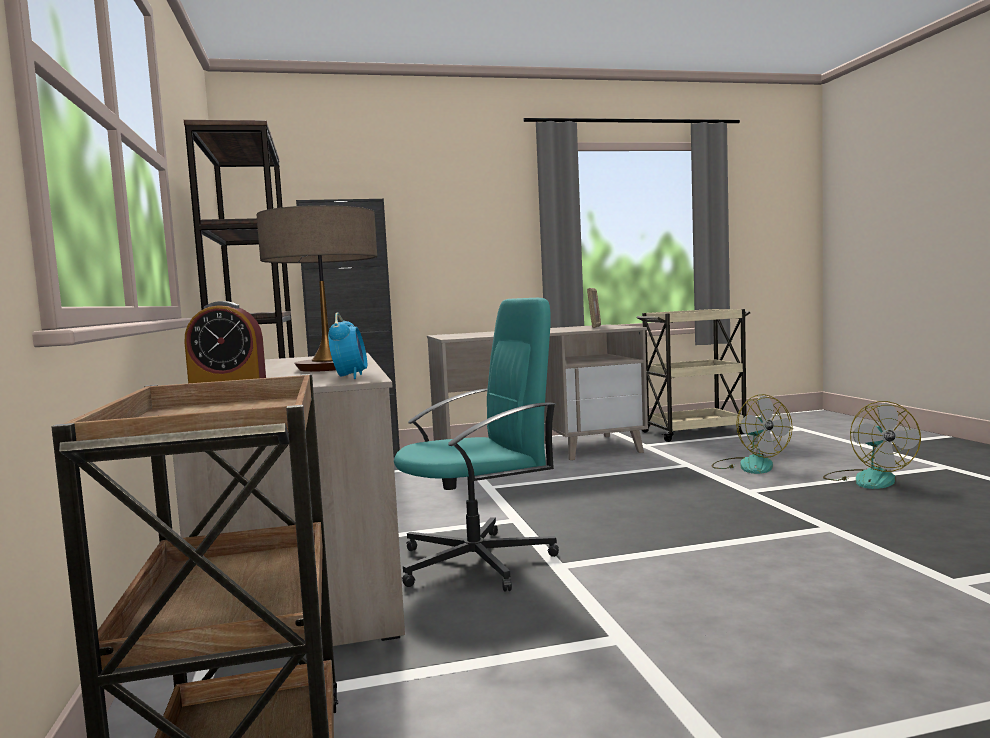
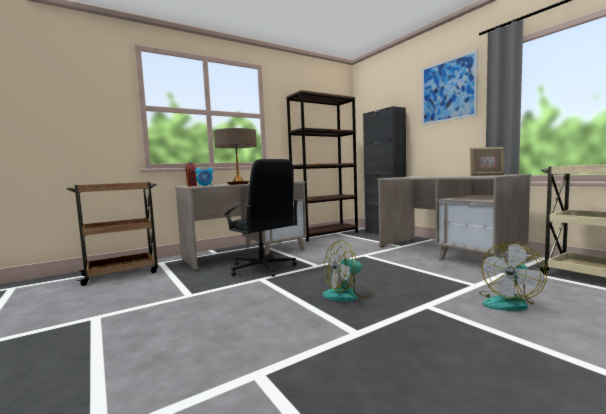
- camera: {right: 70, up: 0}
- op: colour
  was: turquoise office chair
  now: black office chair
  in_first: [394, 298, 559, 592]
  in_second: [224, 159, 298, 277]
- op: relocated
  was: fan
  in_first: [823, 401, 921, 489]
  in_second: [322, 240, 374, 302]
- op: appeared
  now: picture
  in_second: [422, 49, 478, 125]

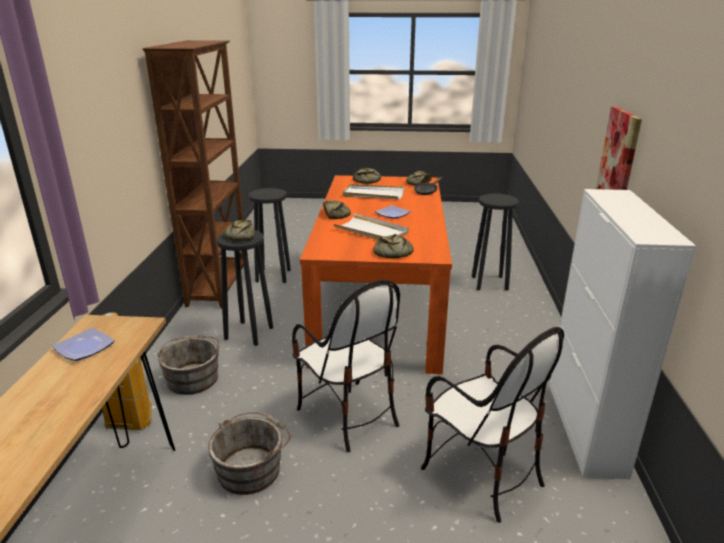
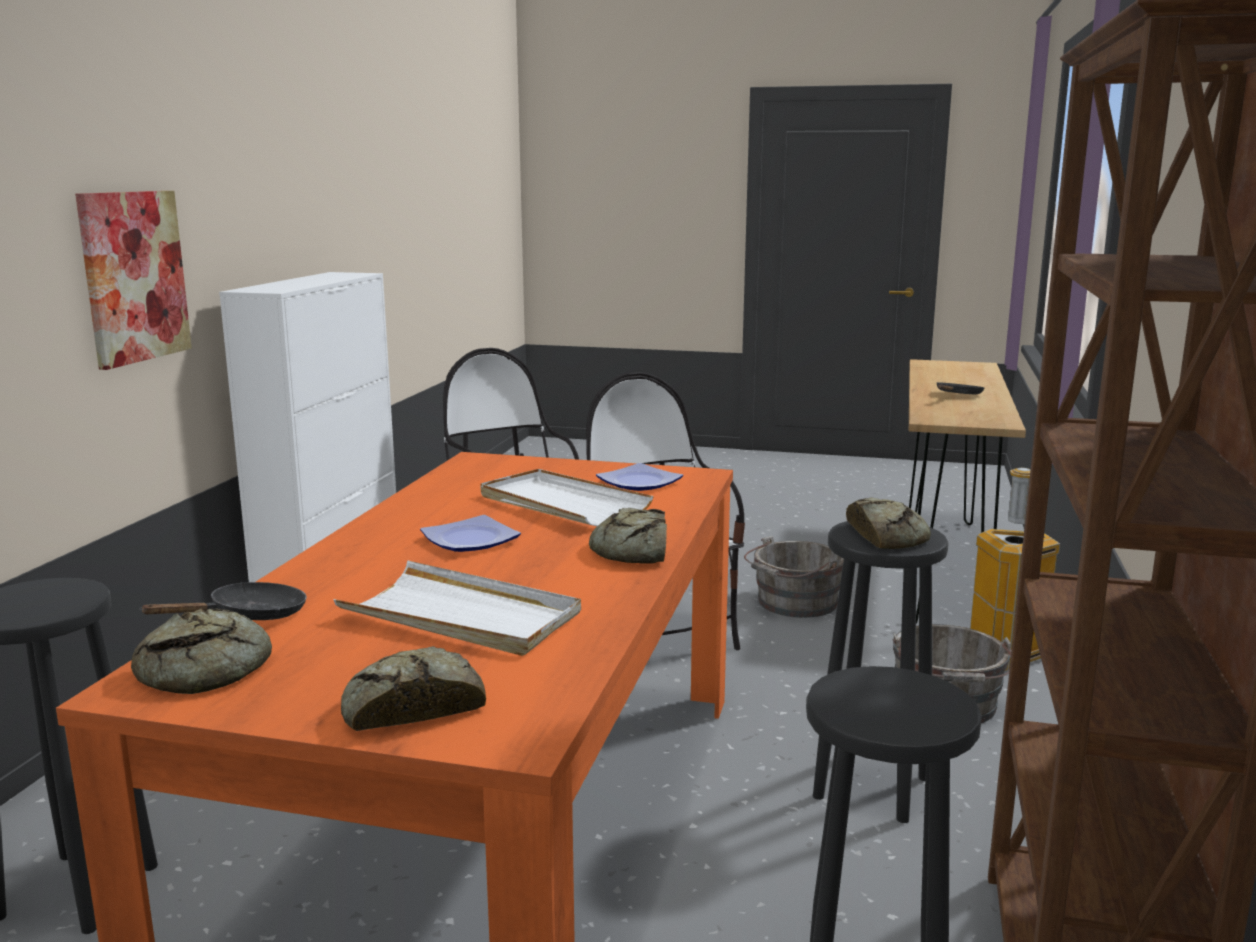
- camera: {right: -170, up: -10}
- op: relocated
  was: plate
  in_first: [52, 328, 115, 361]
  in_second: [596, 463, 683, 491]
- op: missing
  was: bread
  in_first: [373, 234, 414, 258]
- op: appeared
  now: black frying pan
  in_second: [937, 382, 985, 394]

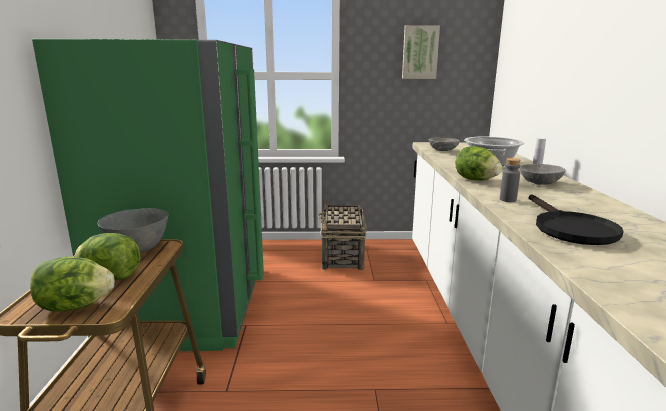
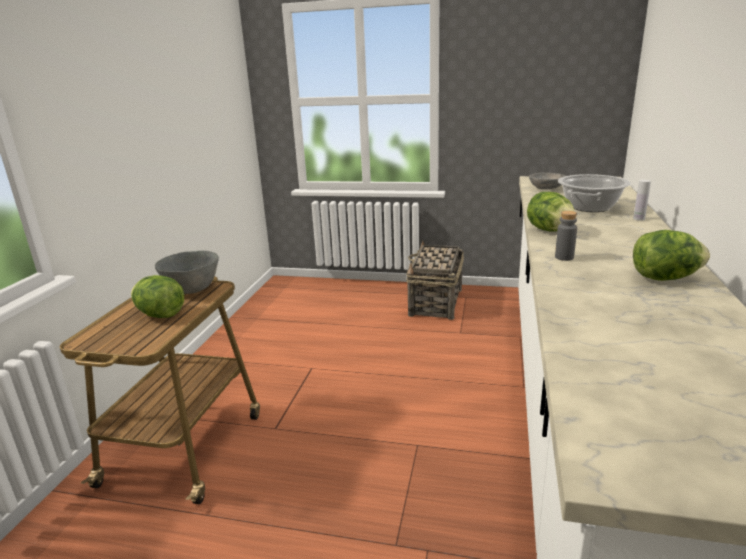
- camera: {right: 15, up: 5}
- op: relocated
  was: lettuce
  in_first: [30, 256, 115, 312]
  in_second: [633, 230, 710, 281]
- op: missing
  was: green fridge
  in_first: [32, 39, 264, 351]
- op: missing
  was: picture
  in_first: [402, 25, 440, 79]
- op: missing
  was: grey bowl
  in_first: [520, 164, 566, 185]
- op: missing
  was: black frying pan
  in_first: [529, 194, 624, 245]

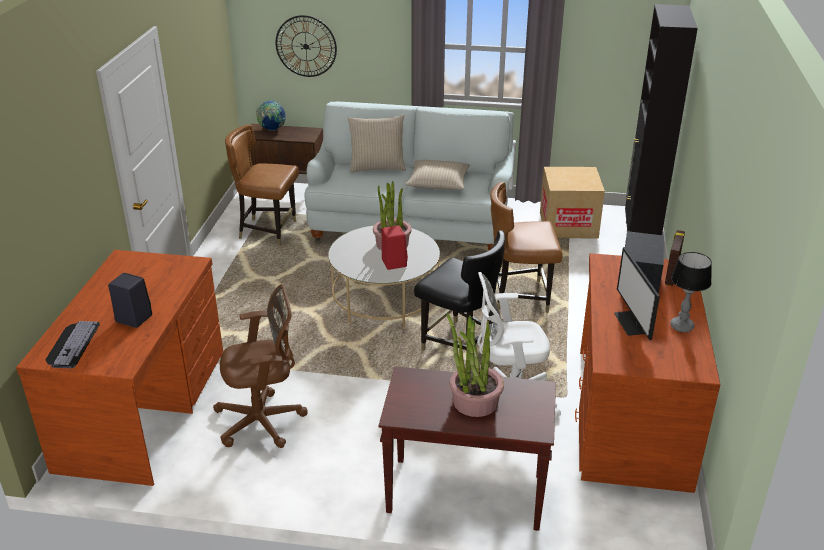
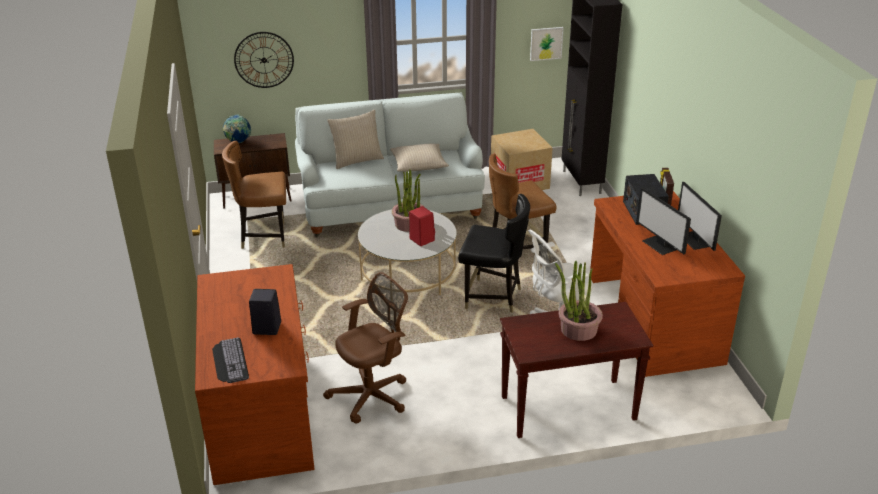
- camera: {right: -20, up: 0}
- op: exchanged
  was: table lamp
  now: monitor
  in_first: [670, 252, 712, 332]
  in_second: [678, 182, 722, 251]
- op: appeared
  now: picture
  in_second: [530, 27, 564, 61]

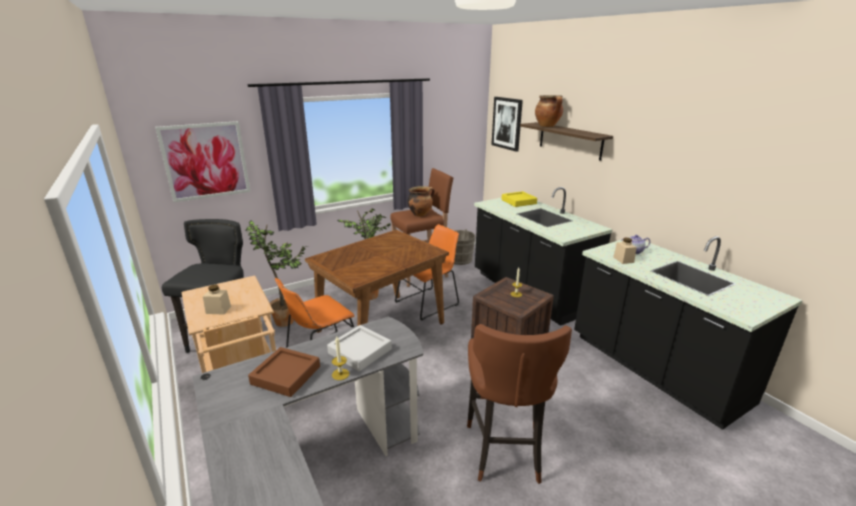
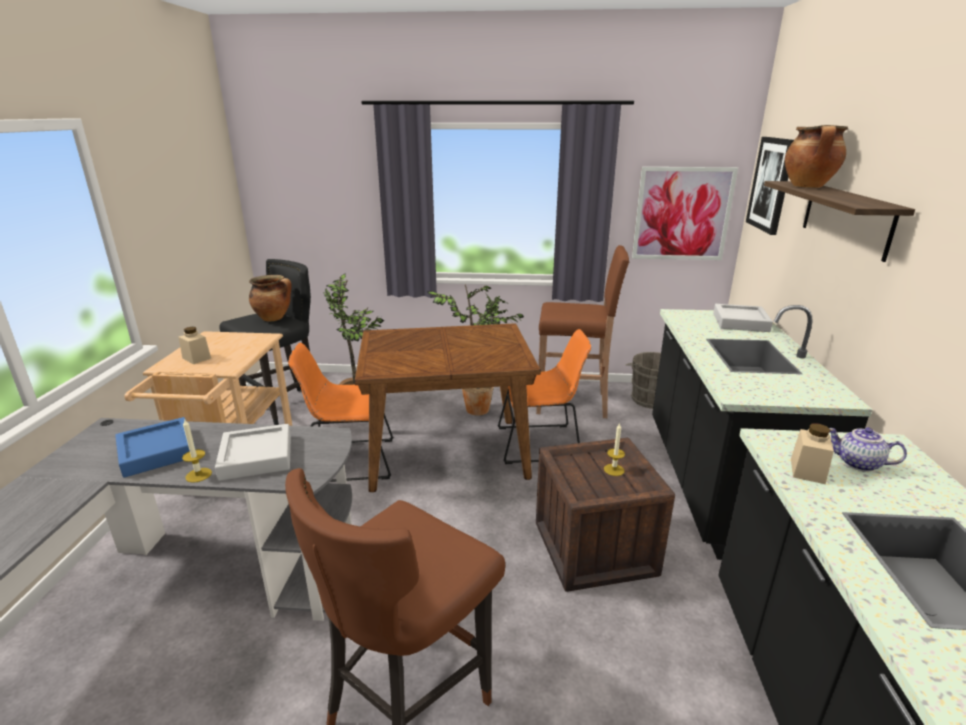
- camera: {right: 35, up: 0}
- op: relocated
  was: picture
  in_first: [155, 121, 250, 202]
  in_second: [632, 167, 738, 260]
- op: colour
  was: brown tray
  now: blue tray
  in_first: [248, 347, 320, 397]
  in_second: [115, 417, 196, 478]
- op: relocated
  was: cooking pot
  in_first: [407, 186, 435, 216]
  in_second: [249, 275, 292, 321]
- op: colour
  was: yellow tray
  now: grey tray
  in_first: [502, 191, 537, 207]
  in_second: [713, 304, 773, 332]

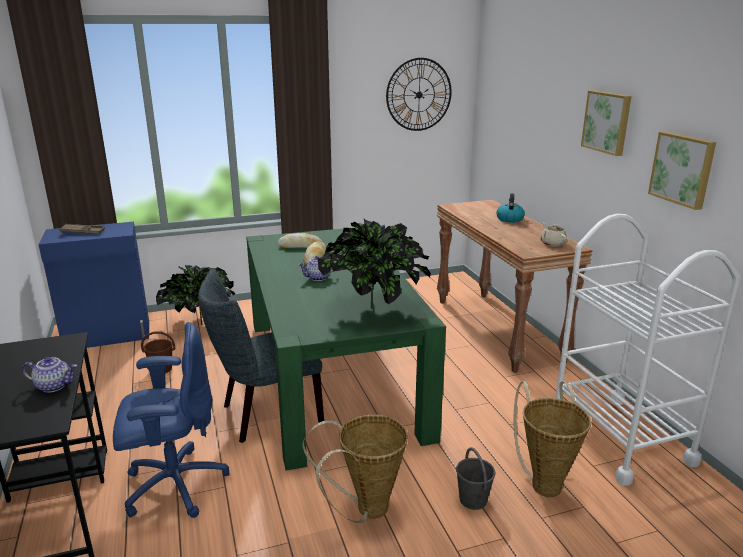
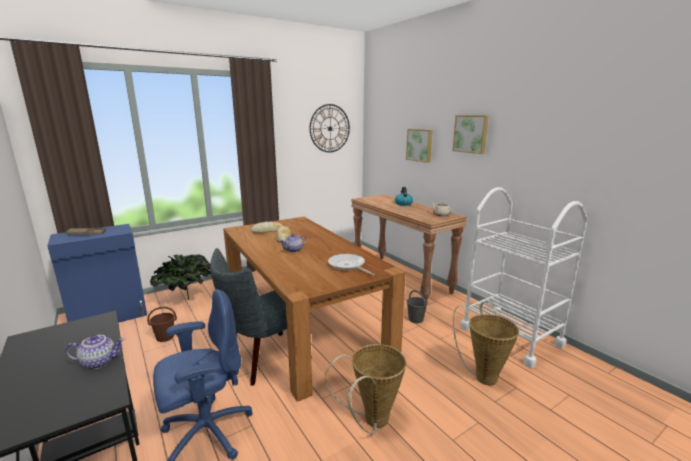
- camera: {right: -15, up: -5}
- op: colour
  was: green dining table
  now: brown dining table
  in_first: [246, 227, 446, 471]
  in_second: [223, 217, 406, 402]
- op: exchanged
  was: potted plant
  now: frying pan
  in_first: [318, 219, 431, 309]
  in_second: [328, 254, 374, 275]
- op: relocated
  was: grey bucket
  in_first: [456, 447, 495, 510]
  in_second: [407, 290, 428, 323]
- op: relocated
  was: picture
  in_first: [648, 132, 716, 210]
  in_second: [406, 129, 432, 163]

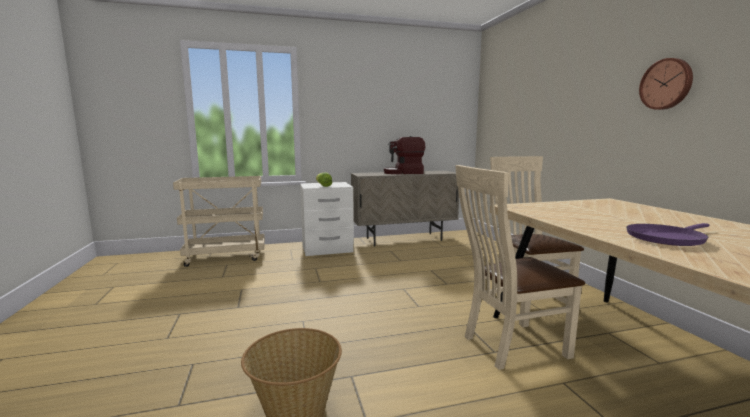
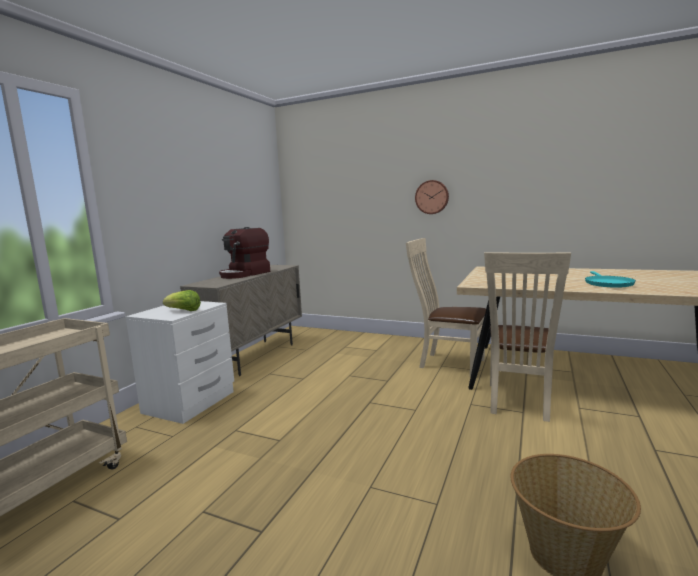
- camera: {right: -50, up: 0}
- op: colour
  was: purple frying pan
  now: turquoise frying pan
  in_first: [626, 223, 710, 246]
  in_second: [585, 271, 636, 288]
- op: relocated
  was: wall clock
  in_first: [639, 58, 693, 110]
  in_second: [415, 180, 449, 214]

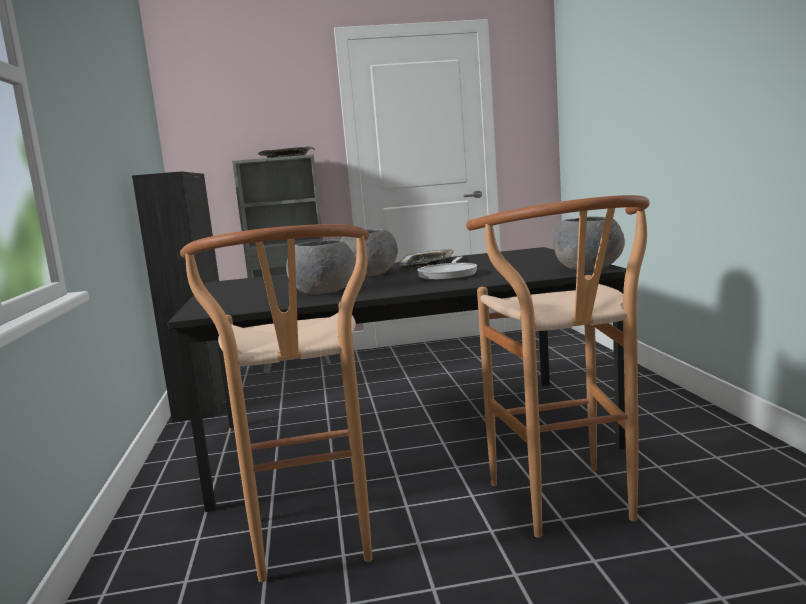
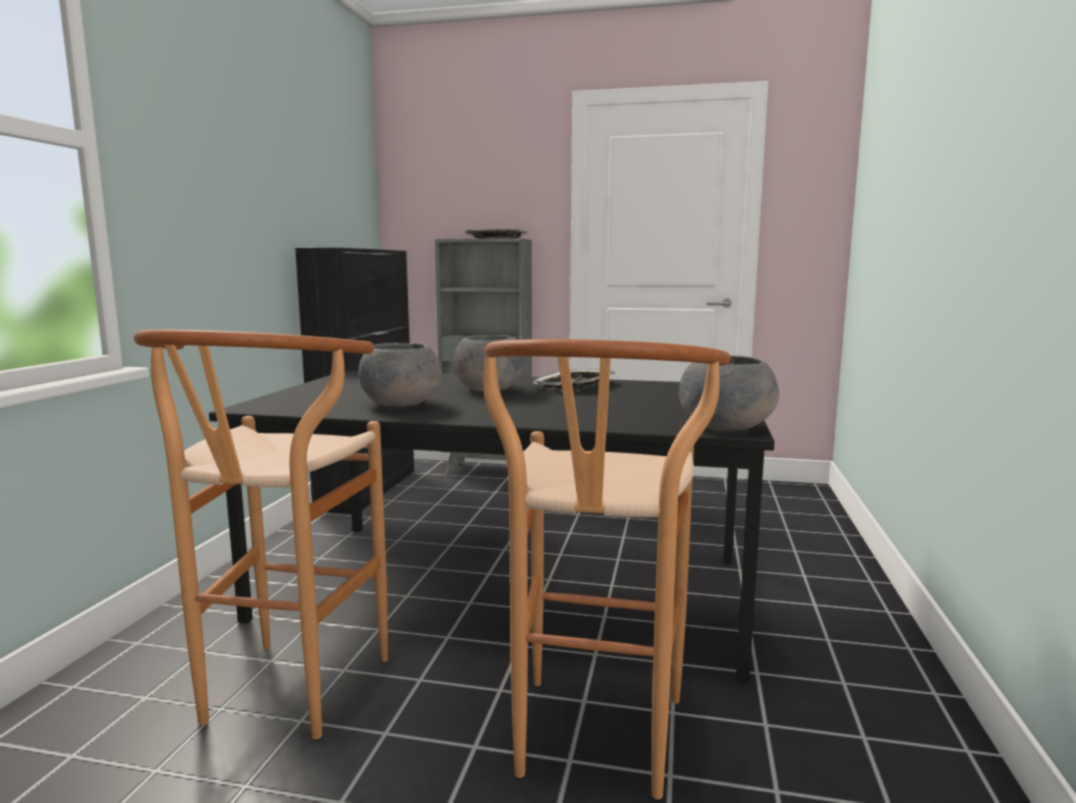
- camera: {right: 20, up: 0}
- op: missing
  was: frying pan
  in_first: [417, 257, 477, 280]

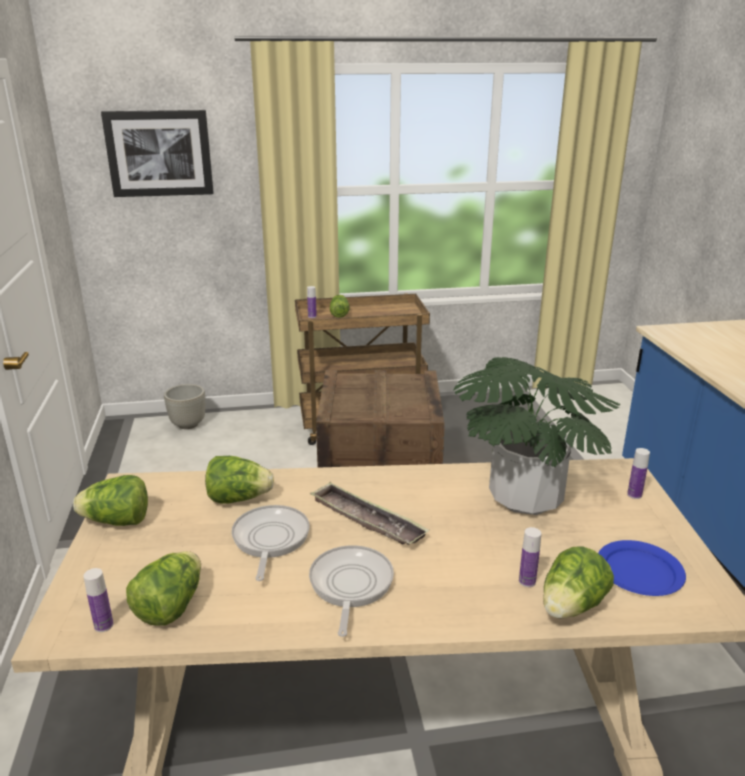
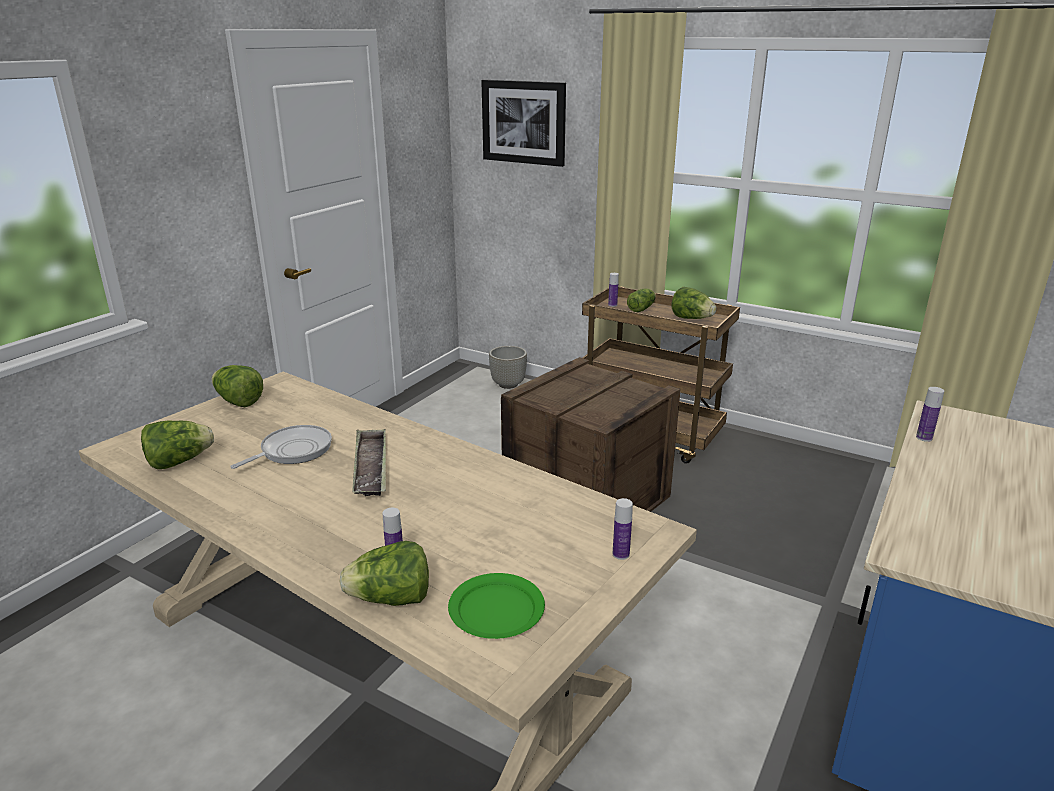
- camera: {right: 40, up: 0}
- op: relocated
  was: bottle
  in_first: [84, 568, 113, 632]
  in_second: [916, 387, 944, 442]
- op: relocated
  was: lettuce
  in_first: [205, 456, 274, 504]
  in_second: [672, 287, 716, 319]
- op: missing
  was: frying pan
  in_first: [309, 545, 394, 637]
- op: missing
  was: potted plant
  in_first: [453, 357, 620, 515]
- op: colour
  was: blue plate
  now: green plate
  in_first: [598, 540, 686, 596]
  in_second: [448, 573, 545, 639]

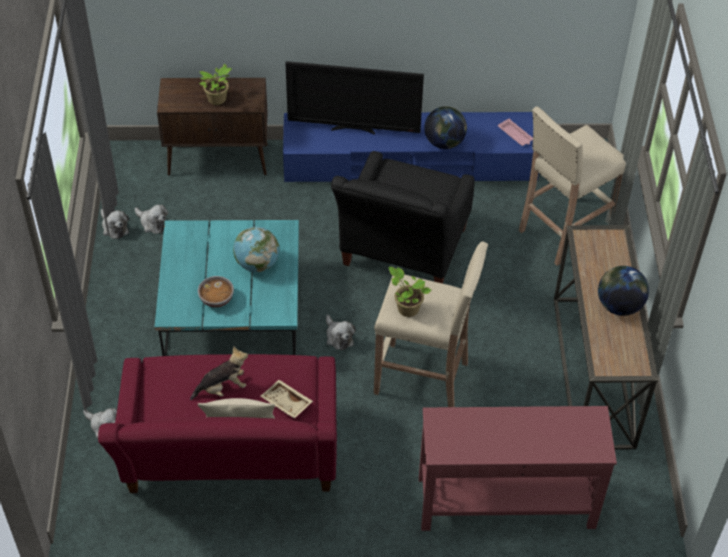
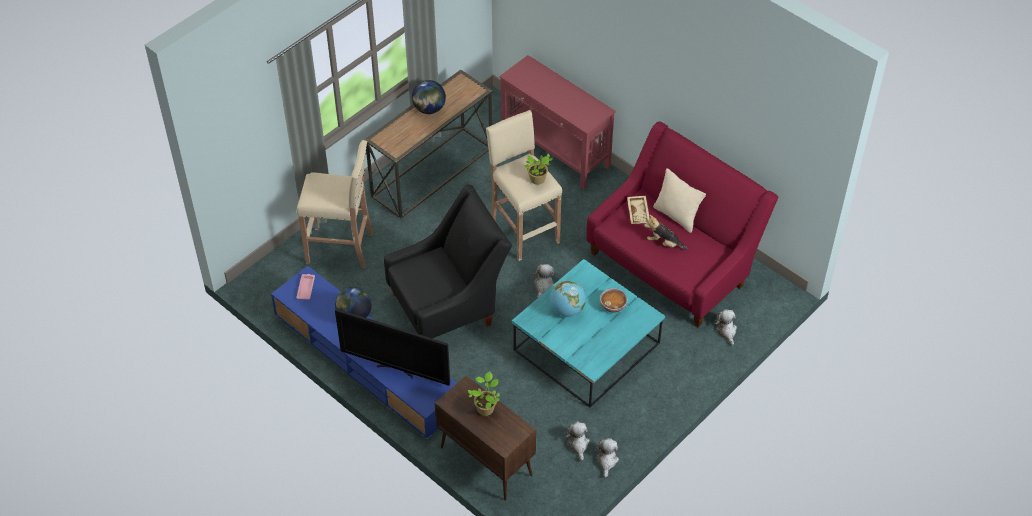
- camera: {right: -135, up: 0}
- op: spun
  was: television
  in_first: [285, 61, 424, 135]
  in_second: [335, 309, 450, 386]
  clockwise: 150

